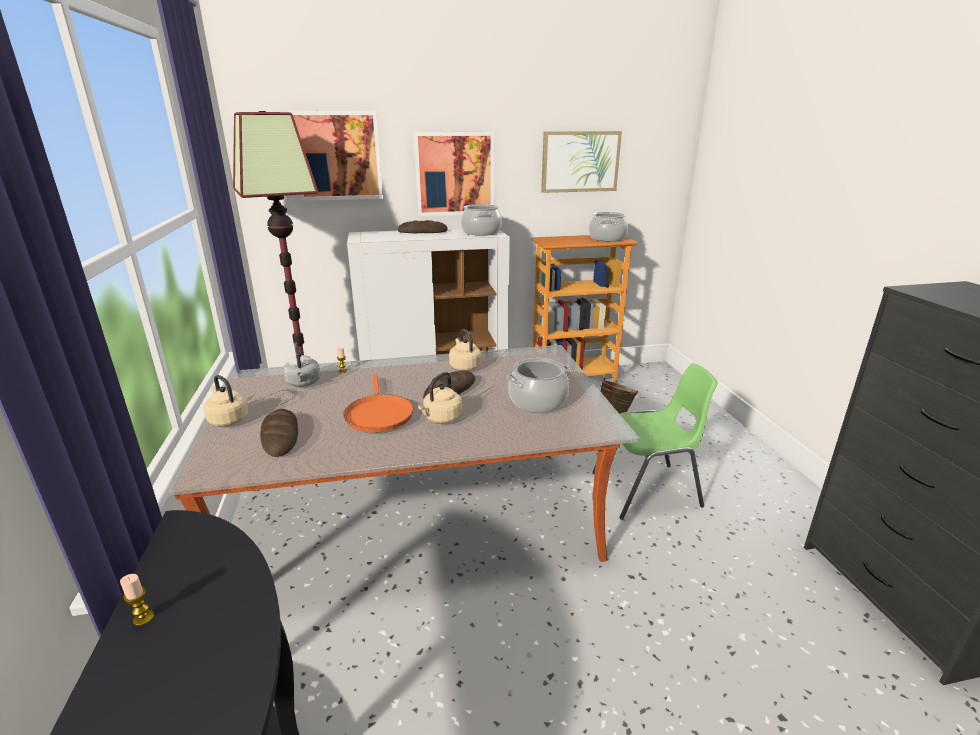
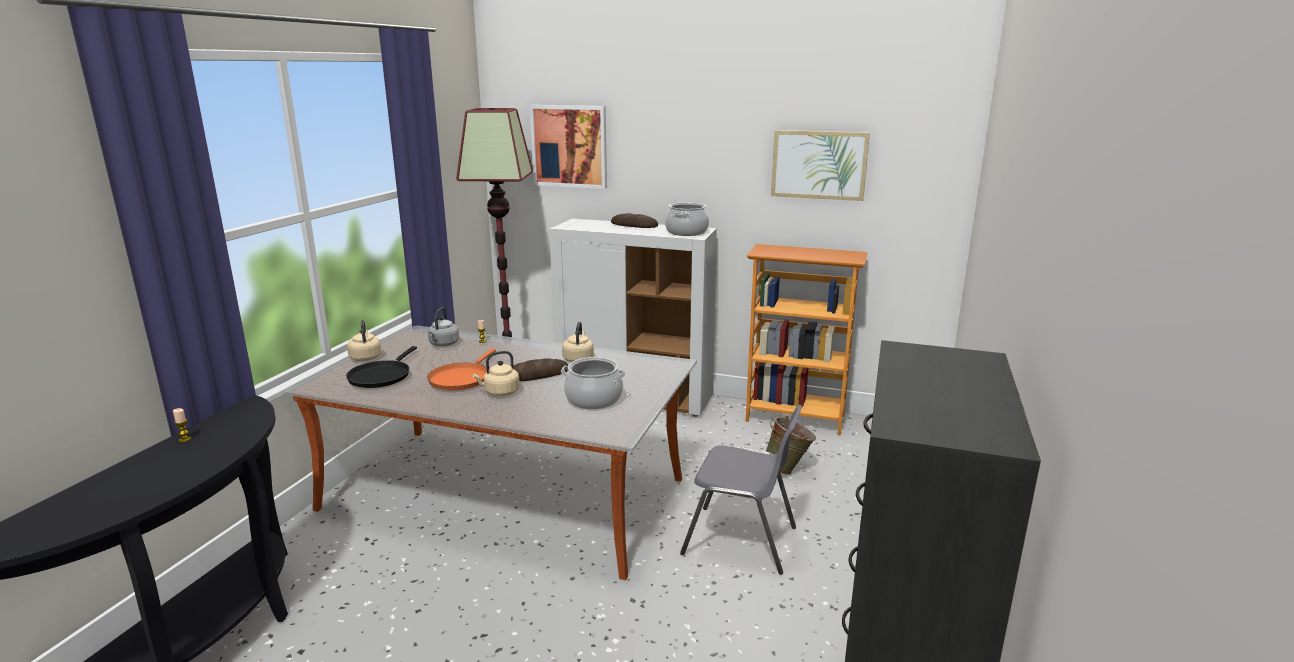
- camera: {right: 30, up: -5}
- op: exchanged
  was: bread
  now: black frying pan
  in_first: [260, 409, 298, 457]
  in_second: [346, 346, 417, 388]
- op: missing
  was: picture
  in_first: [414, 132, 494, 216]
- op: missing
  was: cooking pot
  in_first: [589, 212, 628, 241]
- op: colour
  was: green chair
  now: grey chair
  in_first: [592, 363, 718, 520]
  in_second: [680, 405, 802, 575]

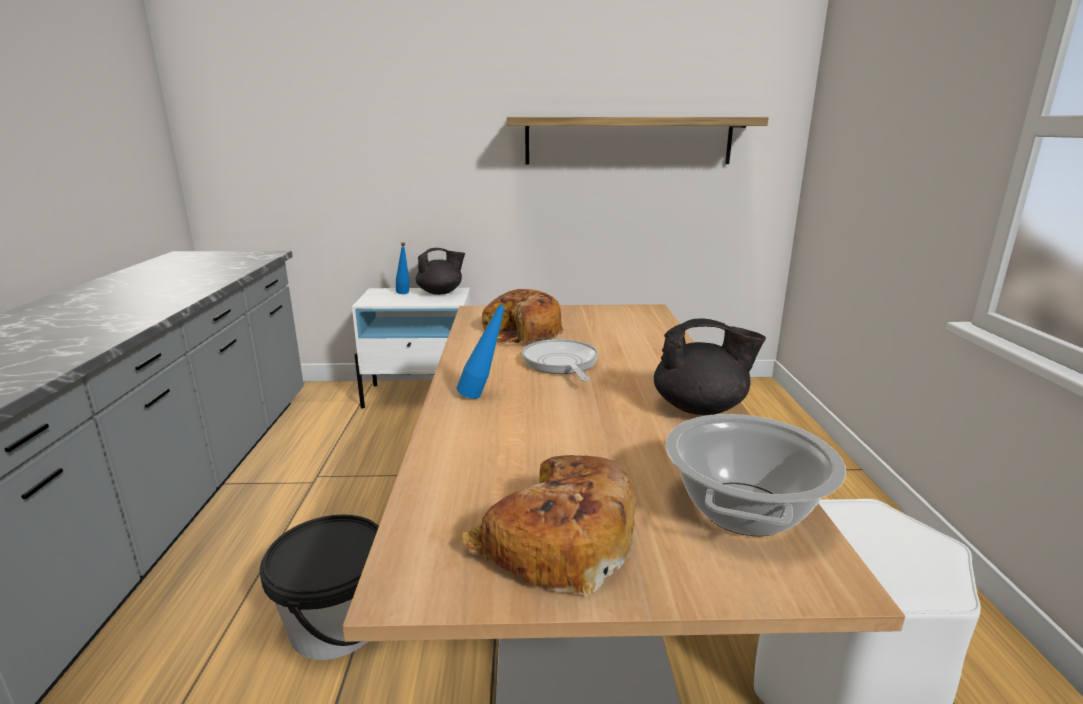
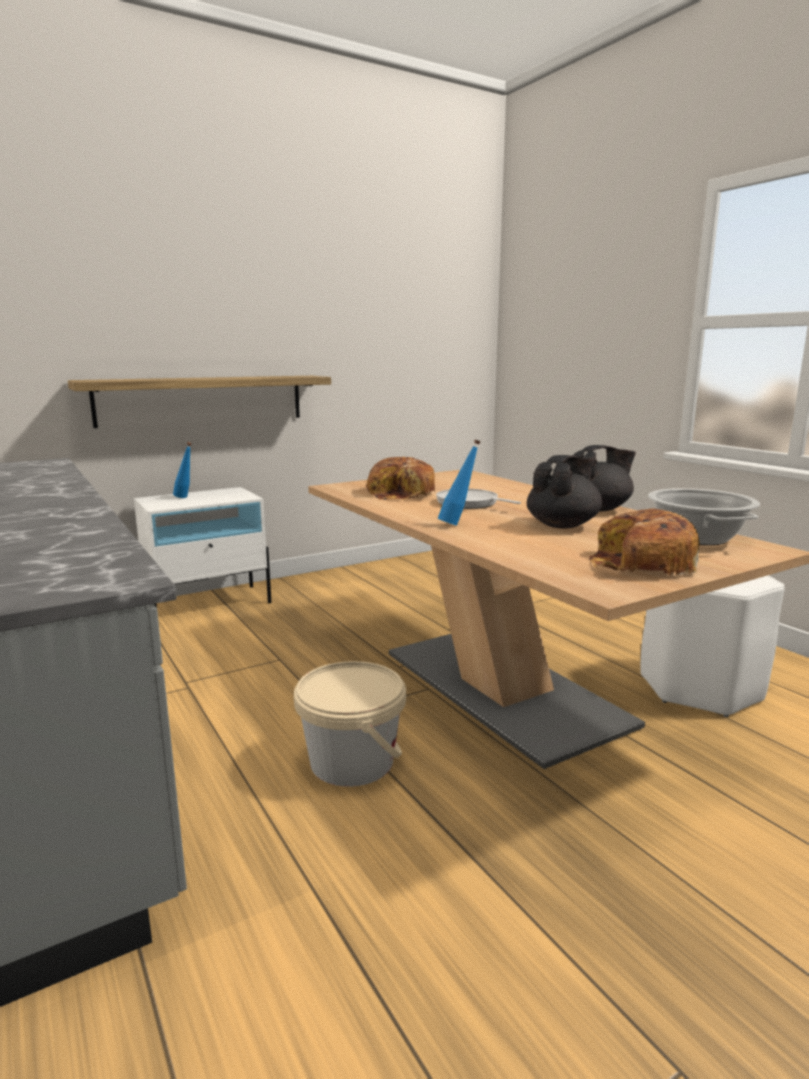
- camera: {right: -30, up: -5}
- op: colour
  was: black bucket
  now: beige bucket
  in_first: [260, 515, 379, 660]
  in_second: [294, 661, 406, 787]
- op: relocated
  was: black teapot
  in_first: [416, 248, 465, 295]
  in_second: [527, 455, 602, 528]
- op: relocated
  was: shelf
  in_first: [507, 117, 769, 165]
  in_second: [68, 376, 331, 428]

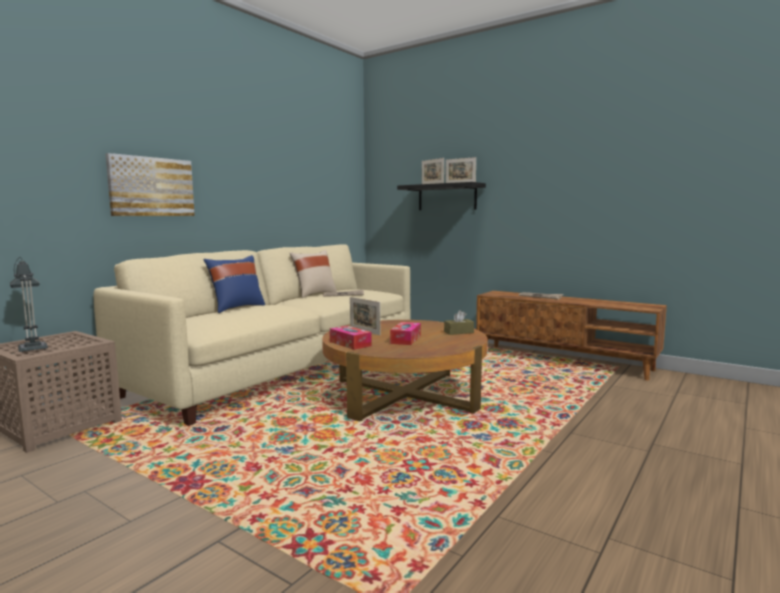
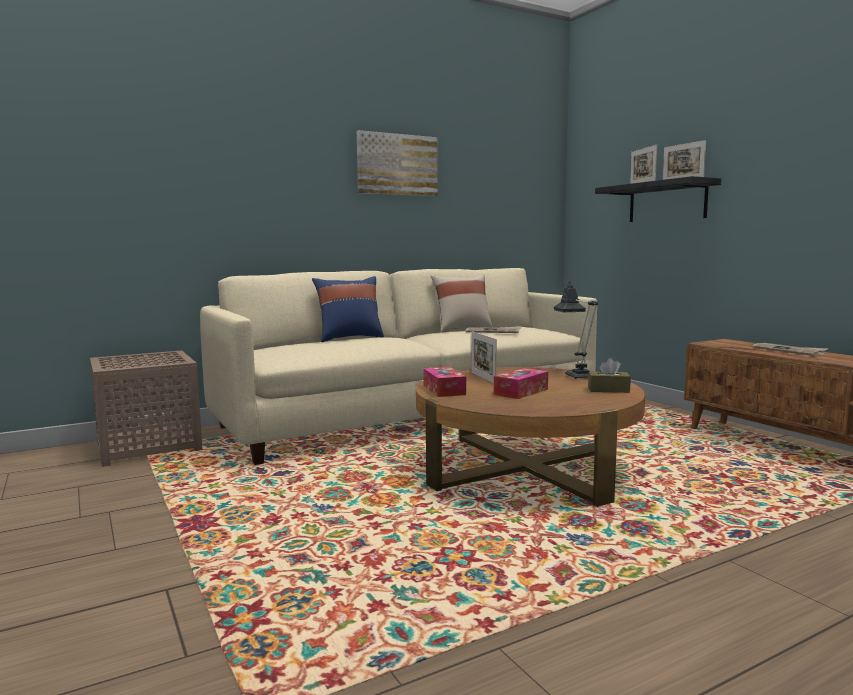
- camera: {right: 25, up: 0}
- op: relocated
  was: table lamp
  in_first: [10, 257, 48, 352]
  in_second: [554, 281, 598, 379]
- op: relocated
  was: picture
  in_first: [105, 153, 195, 216]
  in_second: [357, 130, 438, 196]

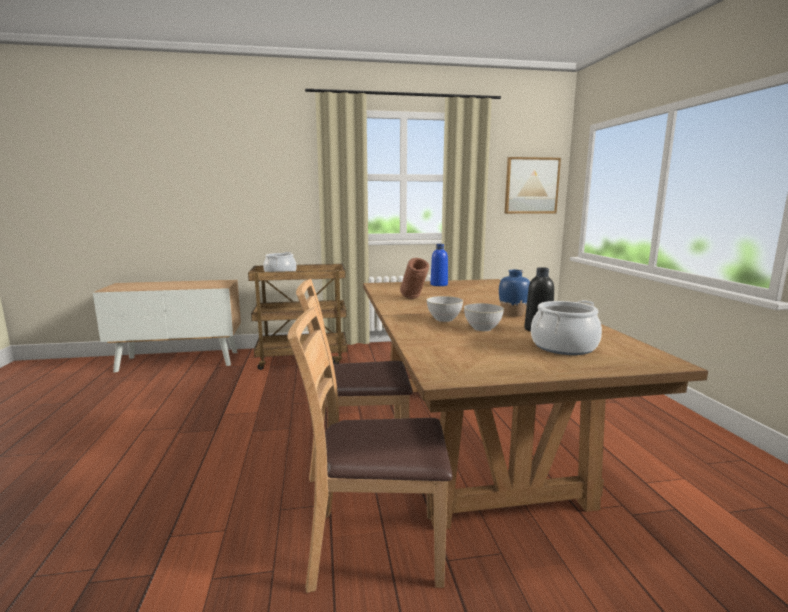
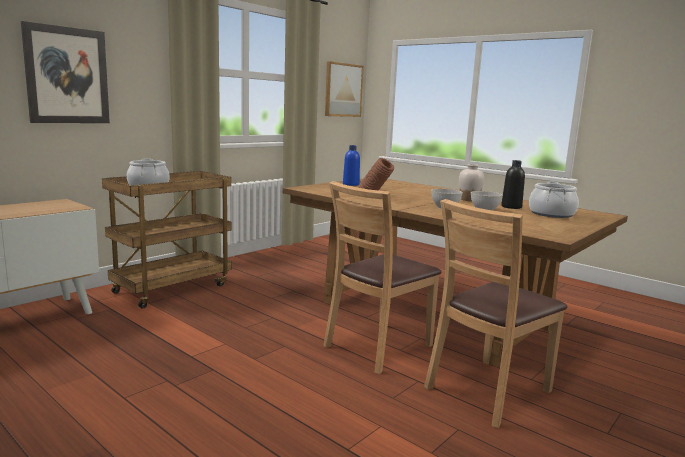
- camera: {right: -40, up: 0}
- op: colour
  was: blue vase
  now: white vase
  in_first: [499, 270, 530, 317]
  in_second: [459, 164, 484, 201]
- op: appeared
  now: picture
  in_second: [21, 21, 110, 123]

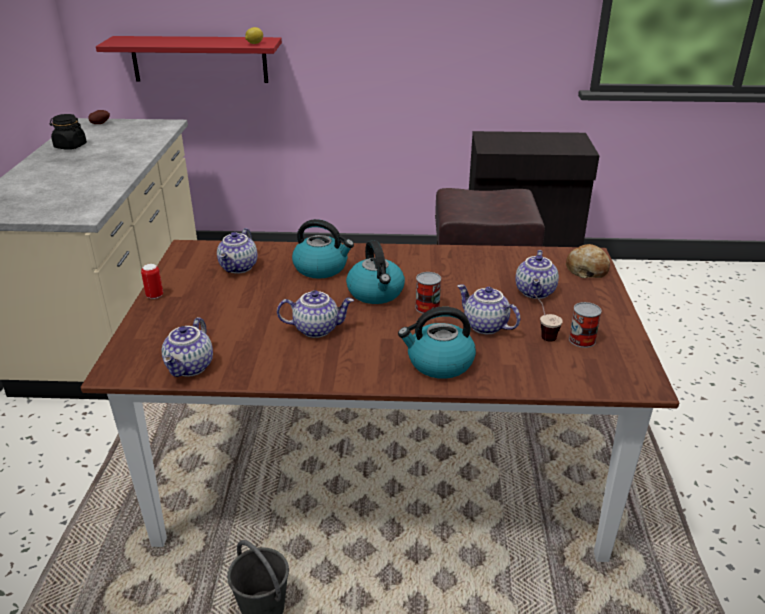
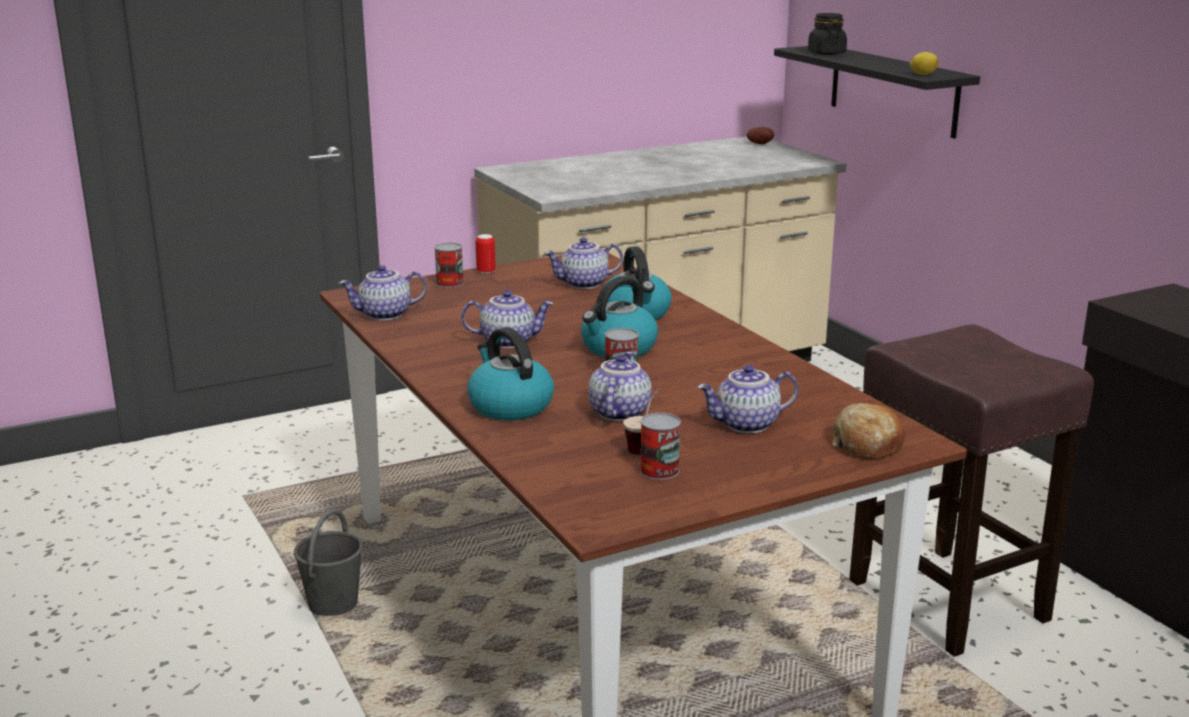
- camera: {right: 60, up: -10}
- op: relocated
  was: black jar
  in_first: [50, 114, 87, 150]
  in_second: [808, 13, 847, 55]
- op: colour
  was: red shelf
  now: black shelf
  in_first: [96, 36, 282, 83]
  in_second: [774, 46, 980, 139]
- op: spun
  was: teapot
  in_first: [277, 290, 354, 338]
  in_second: [461, 290, 554, 348]
  clockwise: -60
- op: appeared
  now: can
  in_second: [434, 243, 464, 288]

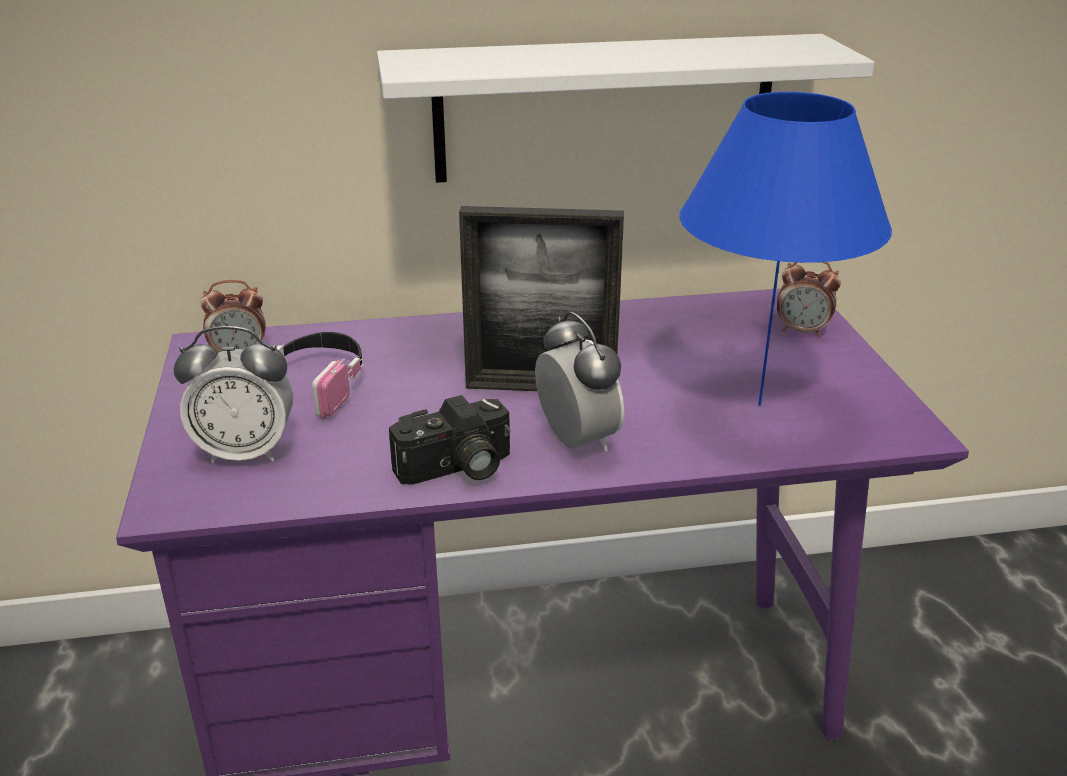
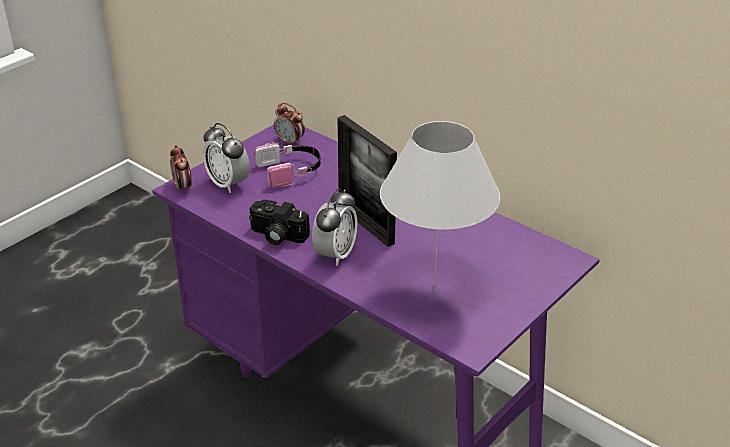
- camera: {right: 50, up: 5}
- op: missing
  was: white shelf
  in_first: [377, 34, 875, 183]
- op: colour
  was: blue table lamp
  now: white table lamp
  in_first: [679, 92, 892, 406]
  in_second: [380, 121, 501, 292]
- op: relocated
  was: alarm clock
  in_first: [777, 262, 841, 337]
  in_second: [170, 145, 192, 193]

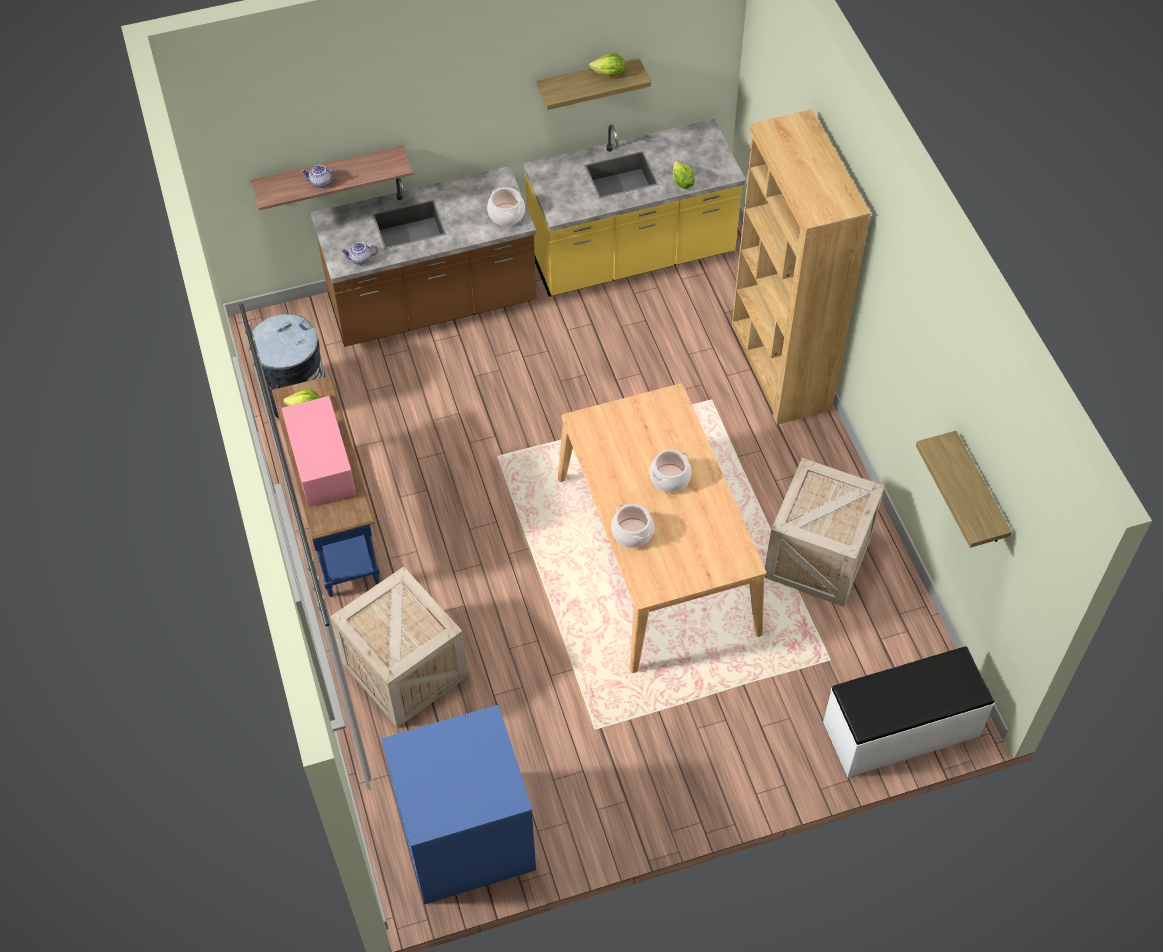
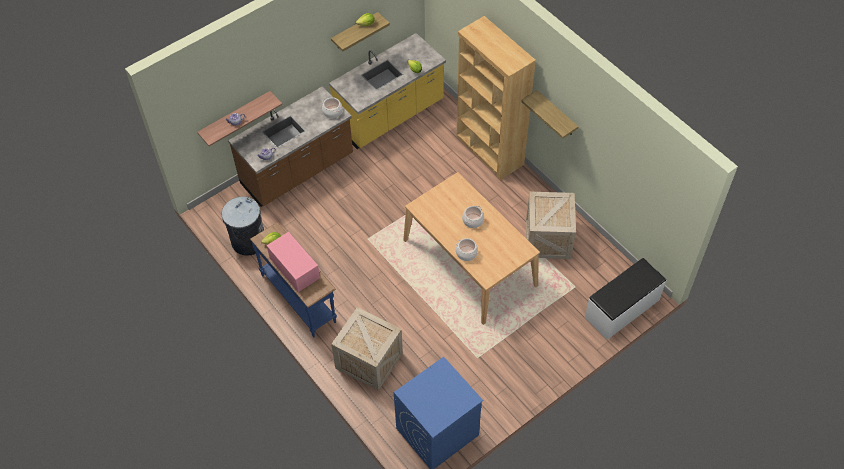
- camera: {right: -20, up: 0}
- op: relocated
  was: shelf
  in_first: [916, 431, 1012, 548]
  in_second: [521, 90, 579, 139]

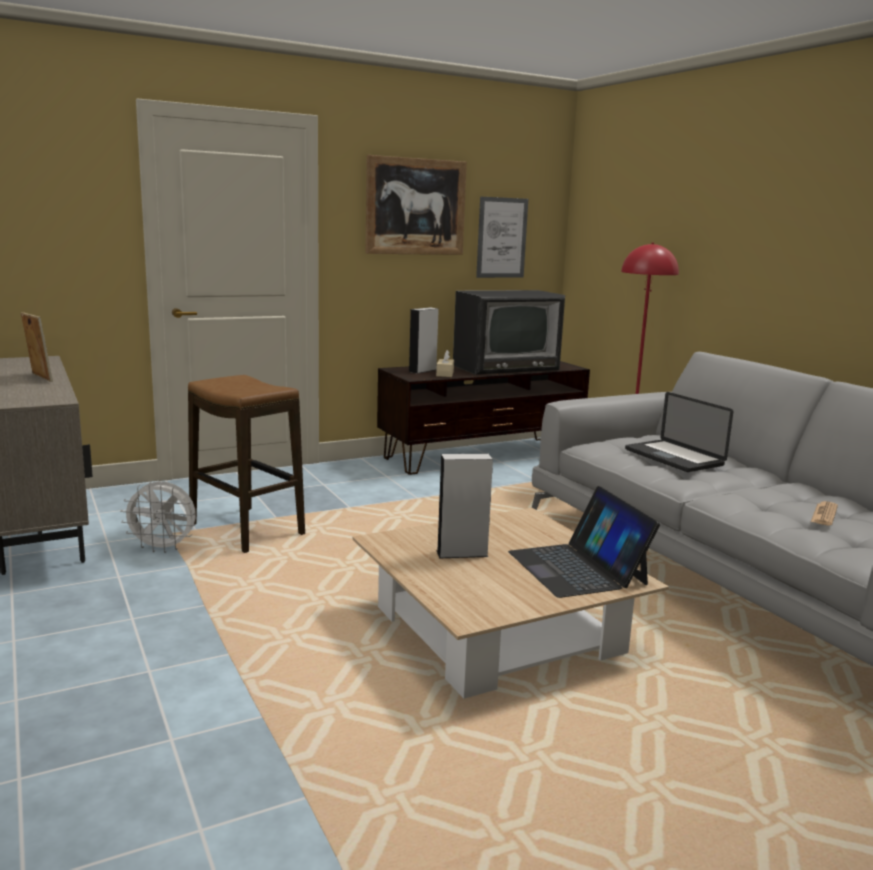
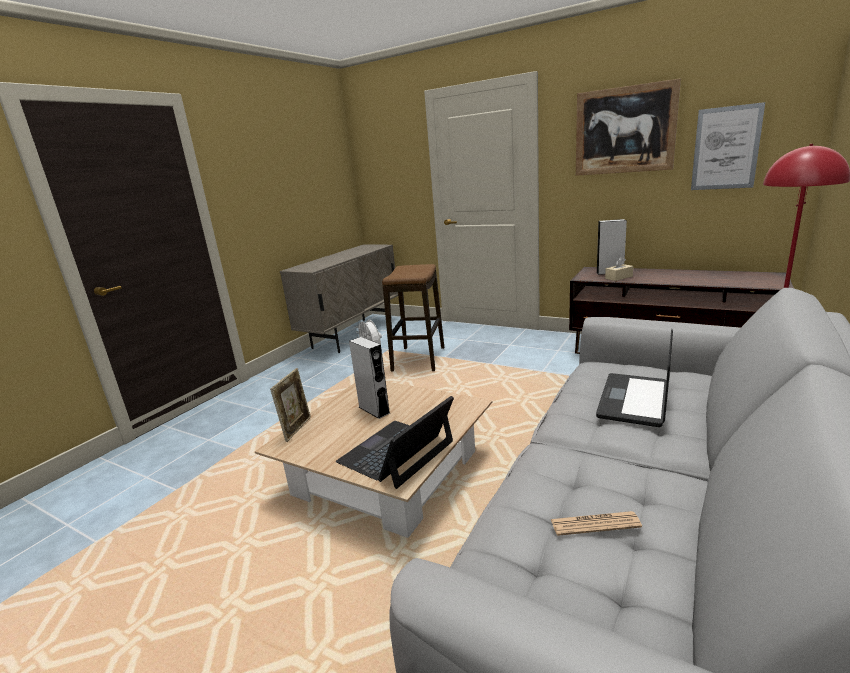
- camera: {right: 60, up: 5}
- op: relocated
  was: picture frame
  in_first: [21, 312, 53, 382]
  in_second: [270, 368, 311, 442]
- op: missing
  was: television
  in_first: [453, 290, 565, 374]

